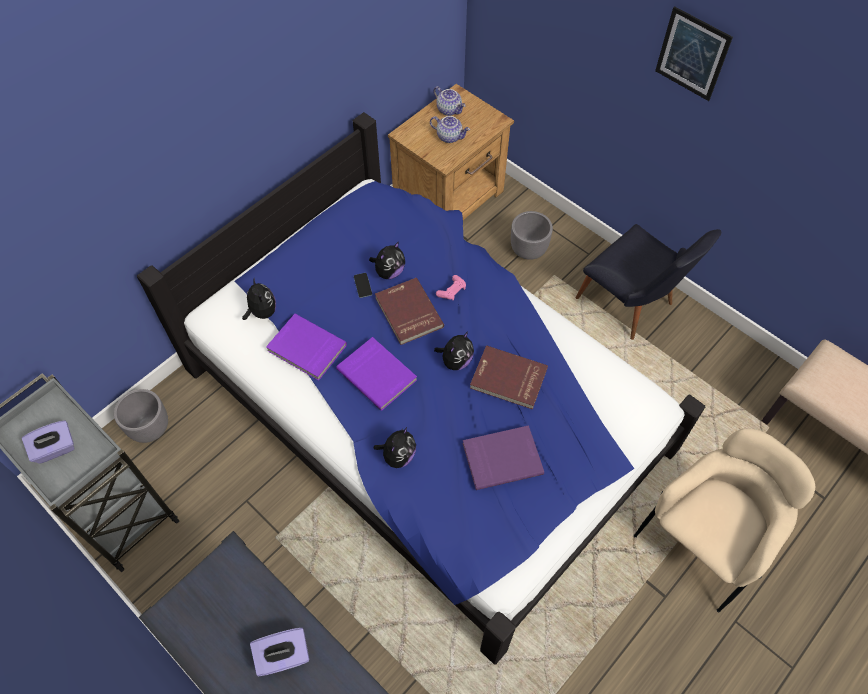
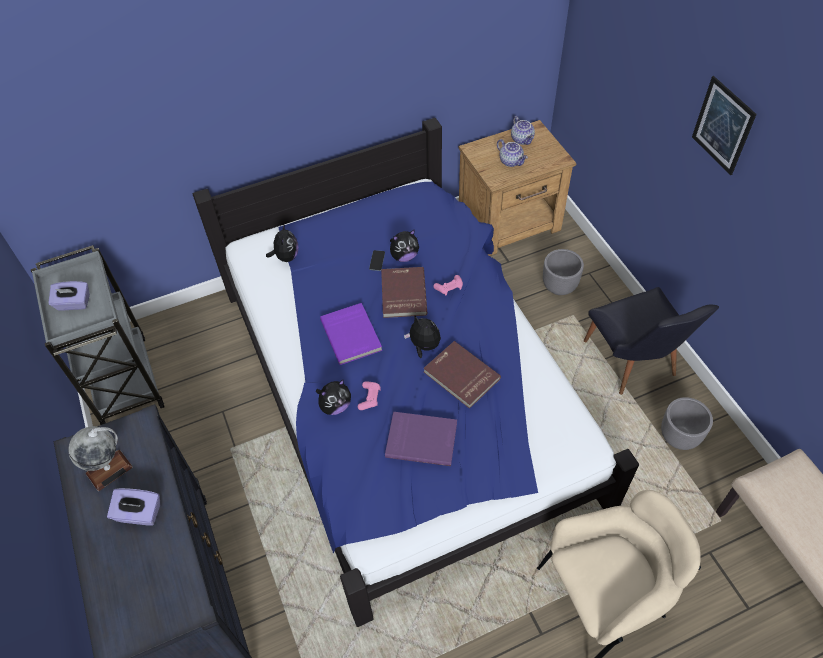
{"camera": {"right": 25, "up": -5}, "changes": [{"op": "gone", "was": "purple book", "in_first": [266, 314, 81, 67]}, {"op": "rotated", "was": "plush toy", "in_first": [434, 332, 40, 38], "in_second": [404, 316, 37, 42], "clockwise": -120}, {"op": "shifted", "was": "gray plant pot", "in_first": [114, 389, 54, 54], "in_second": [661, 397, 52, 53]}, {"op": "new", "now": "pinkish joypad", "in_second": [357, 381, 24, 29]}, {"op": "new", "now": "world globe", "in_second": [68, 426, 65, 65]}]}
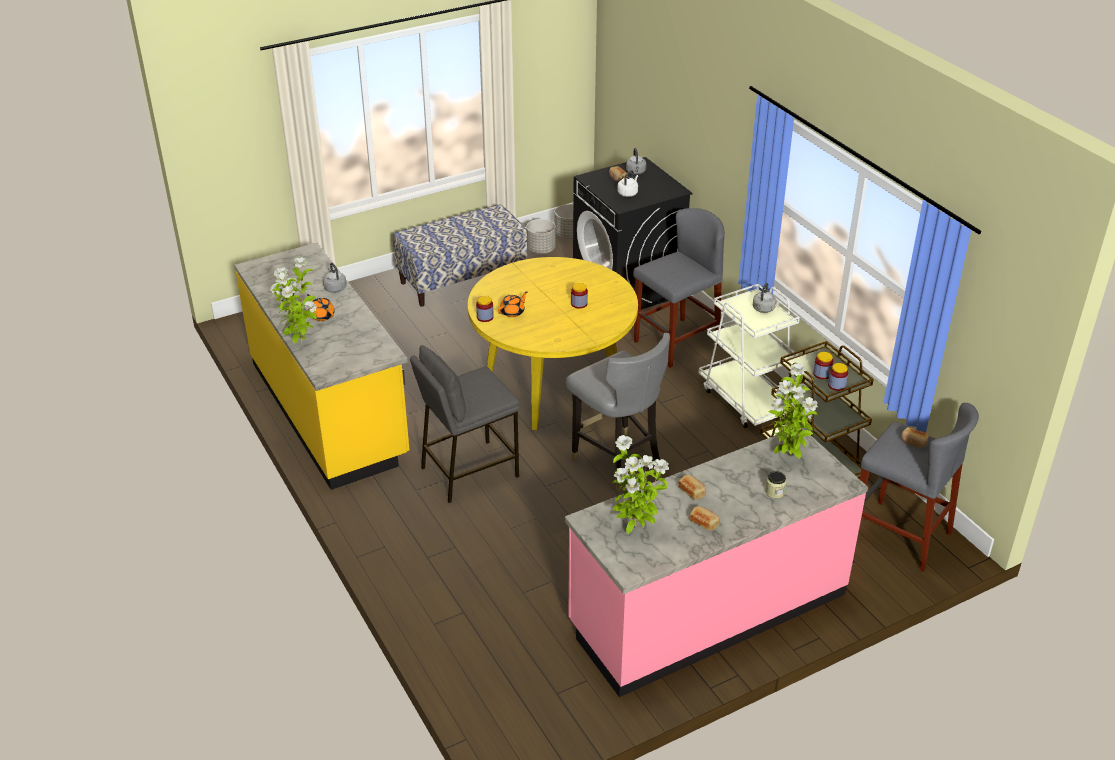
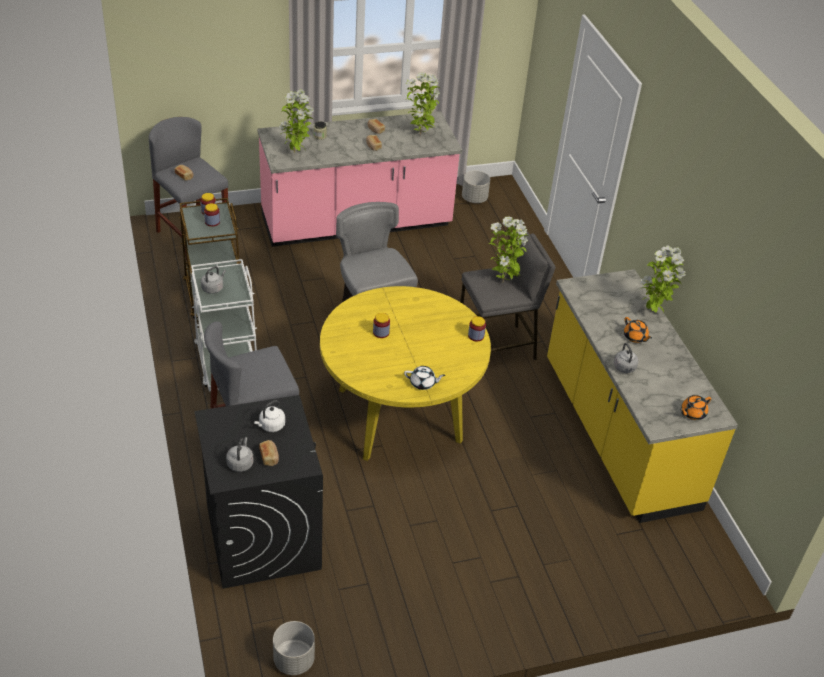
{"camera": {"right": -170, "up": 5}, "changes": [{"op": "gone", "was": "long seat", "in_first": [393, 204, 134, 103]}, {"op": "shifted", "was": "gray plant pot", "in_first": [526, 219, 30, 35], "in_second": [462, 170, 28, 33]}, {"op": "shifted", "was": "orange-coloured pot for tea", "in_first": [498, 291, 29, 26], "in_second": [680, 395, 31, 25]}, {"op": "new", "now": "plant in a pot", "in_second": [489, 216, 40, 66]}, {"op": "new", "now": "whitish pot for tea", "in_second": [404, 366, 41, 24]}]}
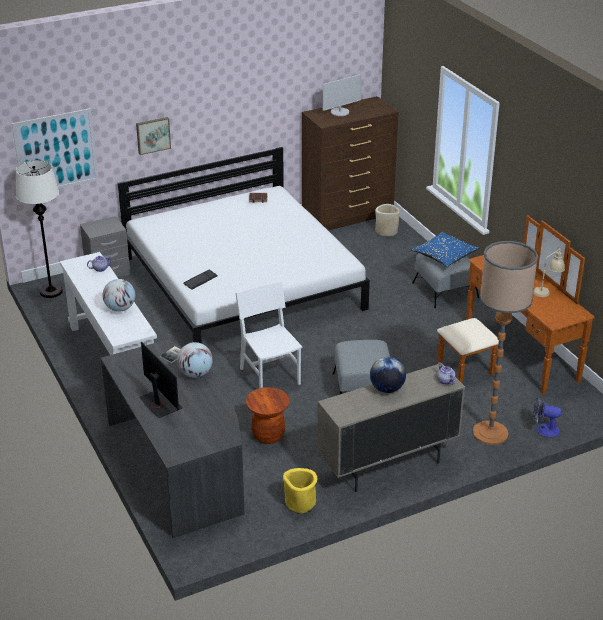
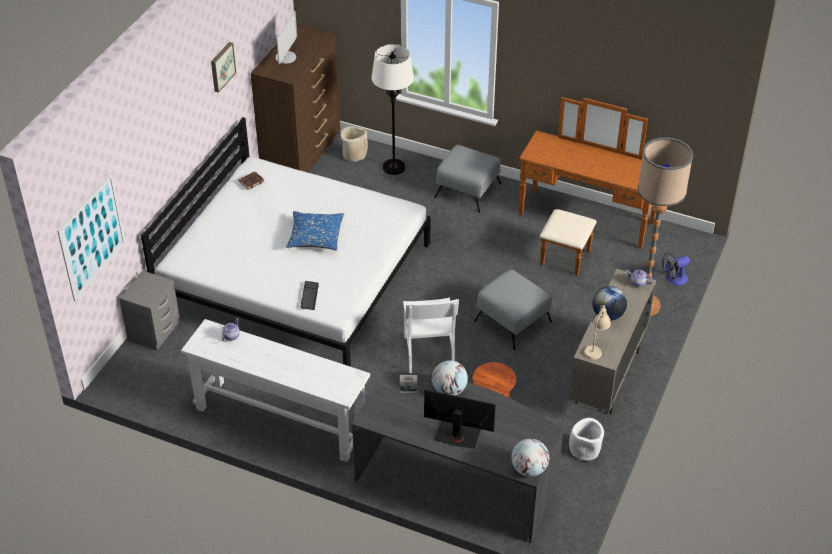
{"camera": {"right": -40, "up": 10}, "changes": [{"op": "shifted", "was": "wall picture", "in_first": [136, 117, 35, 38], "in_second": [211, 42, 25, 51]}, {"op": "shifted", "was": "whitish standard lamp", "in_first": [16, 160, 47, 138], "in_second": [371, 44, 43, 131]}, {"op": "shifted", "was": "bluish throw pillow", "in_first": [411, 232, 68, 35], "in_second": [286, 211, 58, 39]}, {"op": "shifted", "was": "beige table lamp", "in_first": [533, 247, 32, 50], "in_second": [584, 305, 27, 55]}, {"op": "shifted", "was": "world globe", "in_first": [102, 279, 33, 33], "in_second": [511, 439, 38, 38]}, {"op": "rotated", "was": "whitish upright chair", "in_first": [236, 281, 67, 107], "in_second": [403, 297, 56, 76], "clockwise": -120}, {"op": "repainted", "was": "yellow-coloured plant pot", "now": "whitish plant pot", "in_first": [283, 468, 34, 45], "in_second": [569, 418, 35, 43]}]}
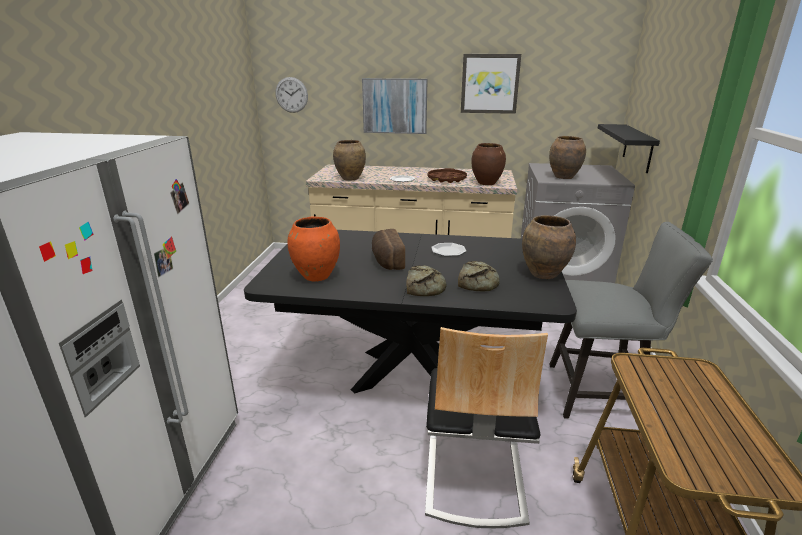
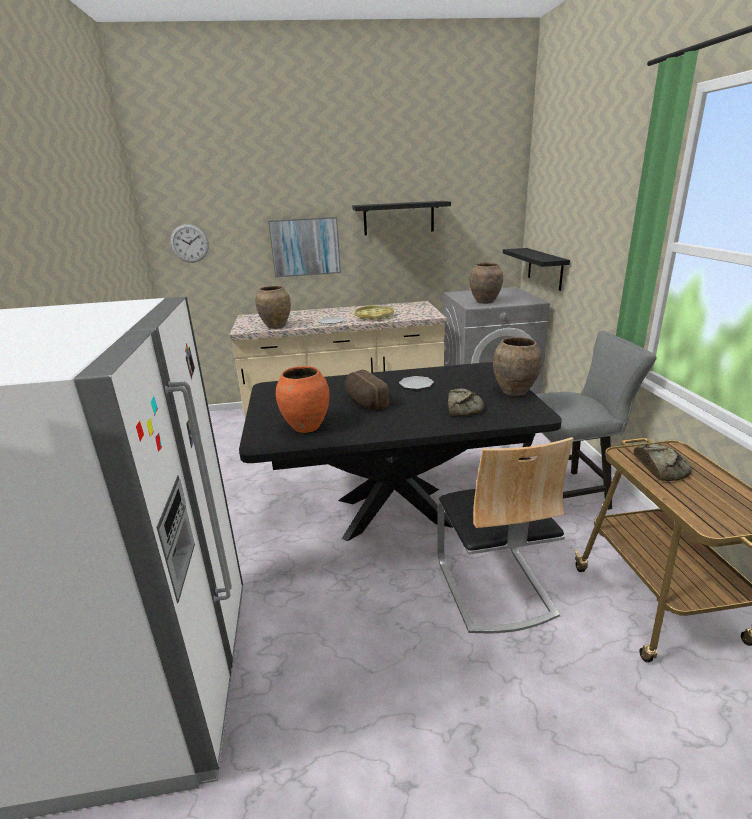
{"camera": {"right": -15, "up": 0}, "changes": [{"op": "swapped", "was": "wall picture", "now": "black-coloured wall shelf", "in_first": [461, 54, 60, 60], "in_second": [352, 201, 99, 34]}, {"op": "gone", "was": "brown-coloured decorative vase", "in_first": [471, 143, 35, 42]}, {"op": "repainted", "was": "brown-coloured carrying tray", "now": "yellow-coloured carrying tray", "in_first": [427, 168, 40, 15], "in_second": [354, 305, 40, 15]}, {"op": "shifted", "was": "baked bread", "in_first": [406, 265, 40, 31], "in_second": [634, 443, 57, 38]}]}
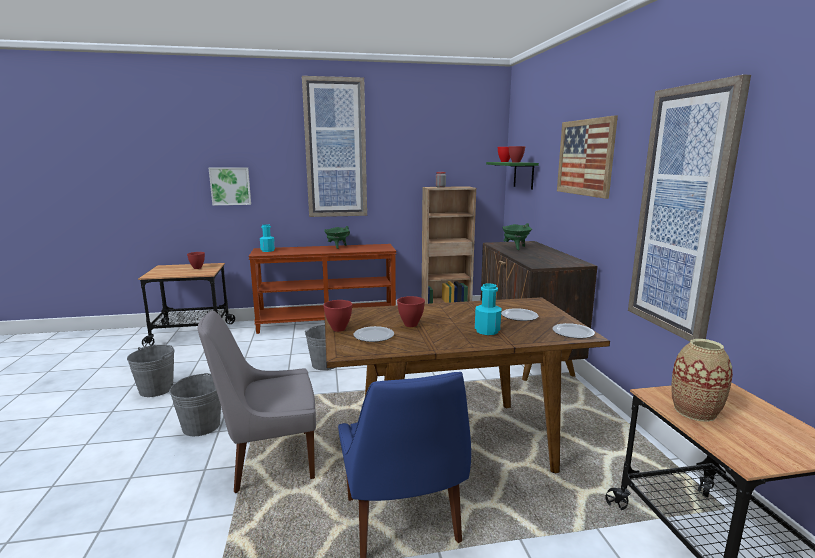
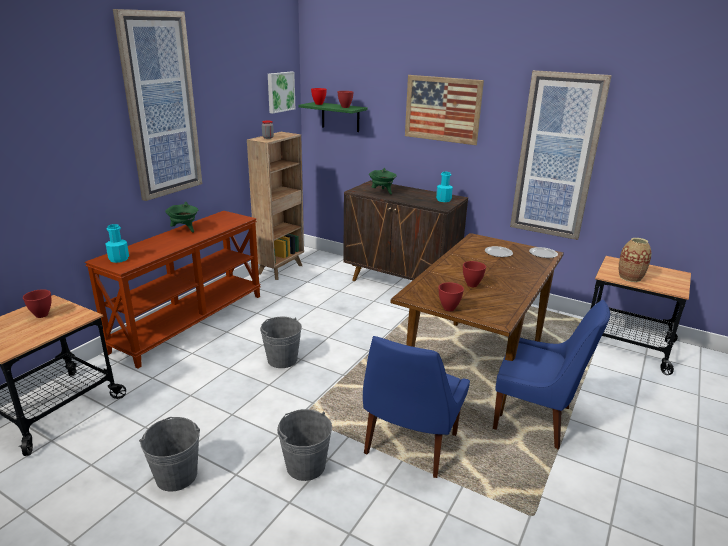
{"camera": {"right": -50, "up": 10}, "changes": [{"op": "shifted", "was": "wall picture", "in_first": [209, 167, 42, 38], "in_second": [268, 72, 27, 41]}, {"op": "shifted", "was": "turquoise bottle", "in_first": [475, 283, 26, 52], "in_second": [436, 172, 17, 30]}, {"op": "repainted", "was": "gray upright chair", "now": "bluish upright chair", "in_first": [198, 310, 118, 183], "in_second": [363, 336, 107, 142]}, {"op": "gone", "was": "dinner plate", "in_first": [354, 326, 40, 16]}]}
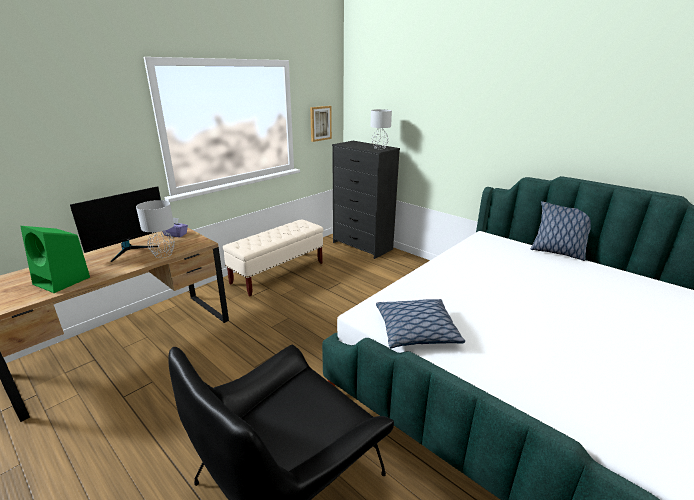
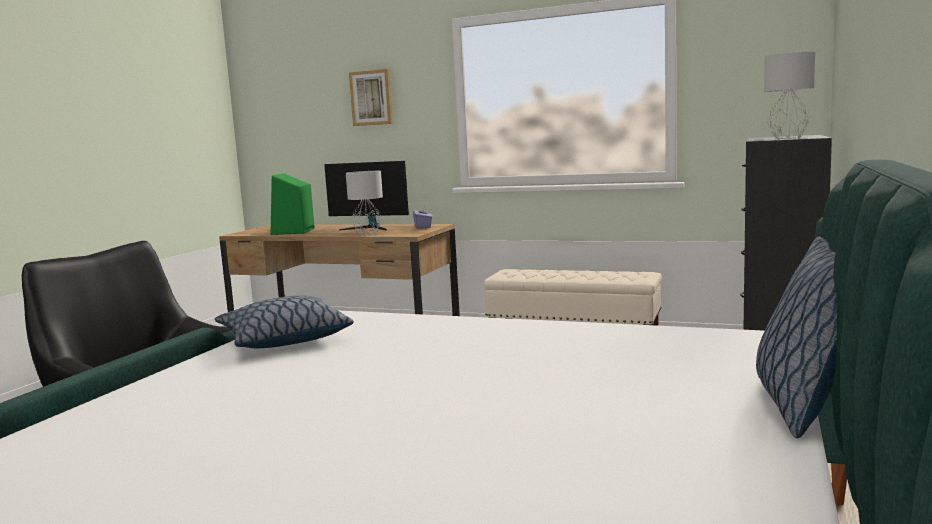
{"camera": {"right": 70, "up": -15}, "changes": [{"op": "shifted", "was": "wall picture", "in_first": [310, 106, 22, 36], "in_second": [349, 69, 44, 57]}]}
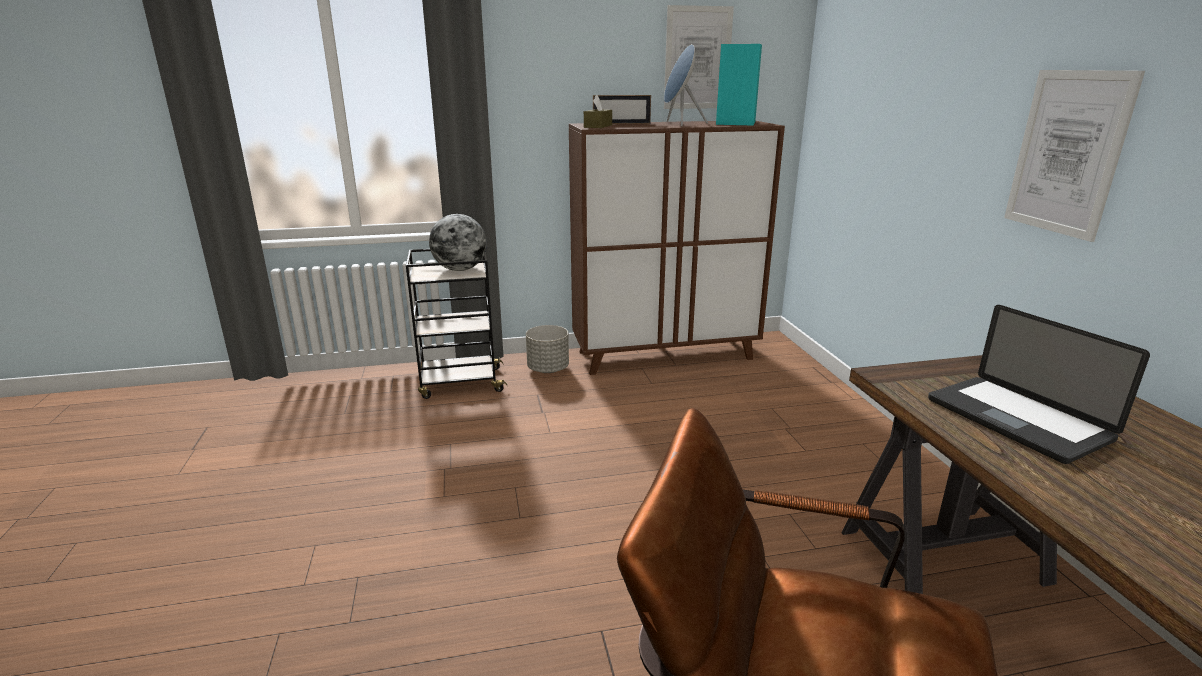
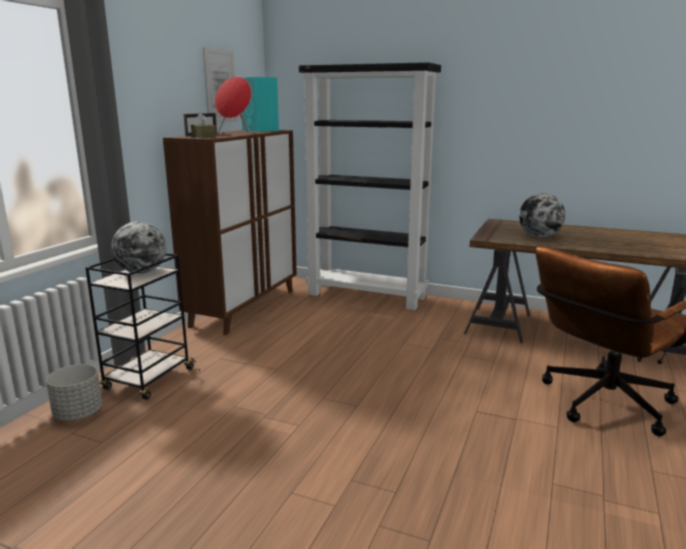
{"camera": {"right": -55, "up": -5}, "changes": [{"op": "repainted", "was": "bluish speaker", "now": "red speaker", "in_first": [664, 44, 44, 82], "in_second": [215, 77, 37, 57]}, {"op": "gone", "was": "wall picture", "in_first": [1004, 70, 141, 172]}, {"op": "swapped", "was": "laptop", "now": "world globe", "in_first": [928, 305, 222, 159], "in_second": [519, 193, 46, 44]}, {"op": "shifted", "was": "gray plant pot", "in_first": [526, 325, 43, 48], "in_second": [46, 364, 56, 57]}, {"op": "new", "now": "black-coloured shelving unit", "in_second": [299, 62, 142, 248]}]}
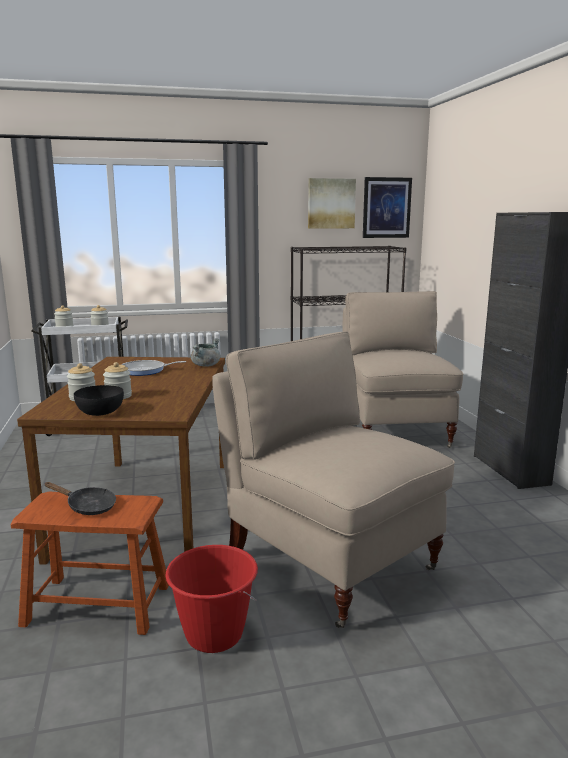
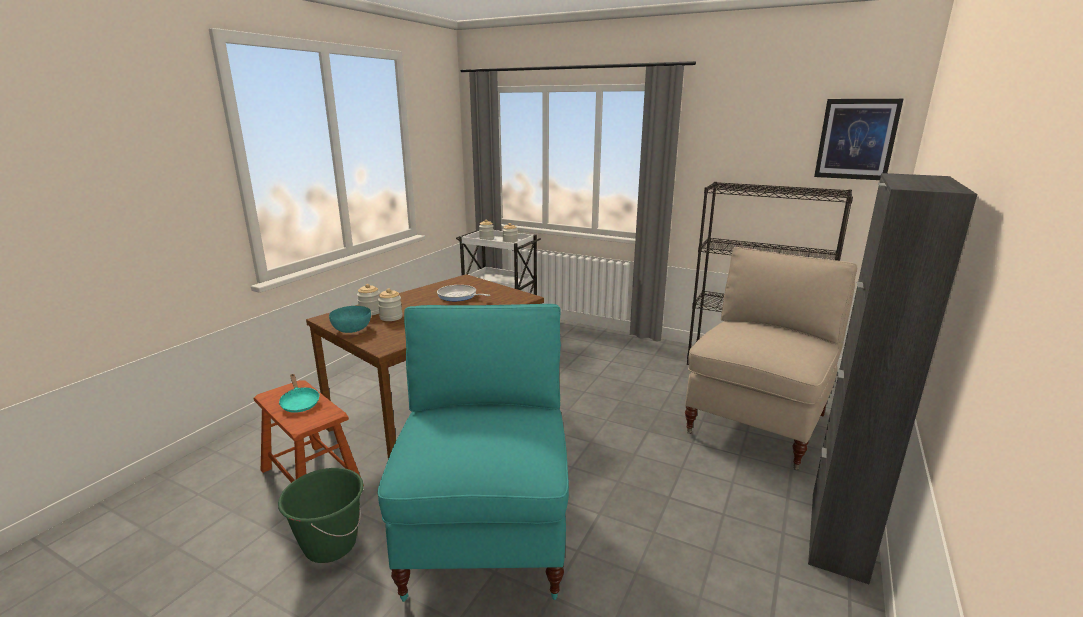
{"camera": {"right": 40, "up": 5}, "changes": [{"op": "gone", "was": "wall picture", "in_first": [308, 178, 48, 51]}, {"op": "repainted", "was": "beige upright chair", "now": "turquoise upright chair", "in_first": [212, 331, 243, 297], "in_second": [378, 304, 191, 298]}, {"op": "gone", "was": "gray cooking pot", "in_first": [191, 338, 29, 29]}, {"op": "repainted", "was": "black-coloured bowl", "now": "turquoise bowl", "in_first": [74, 385, 50, 31], "in_second": [329, 306, 42, 27]}, {"op": "repainted", "was": "black-coloured frying pan", "now": "turquoise frying pan", "in_first": [45, 482, 71, 33], "in_second": [278, 374, 42, 39]}, {"op": "repainted", "was": "red pail", "now": "green-coloured pail", "in_first": [166, 545, 92, 108], "in_second": [278, 468, 86, 95]}]}
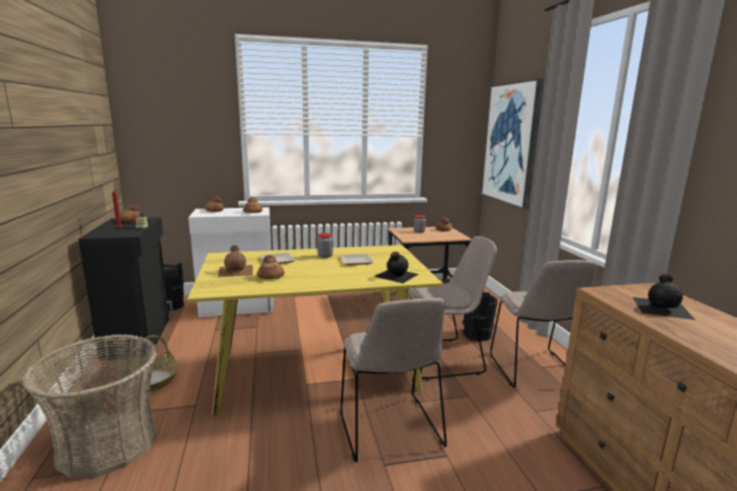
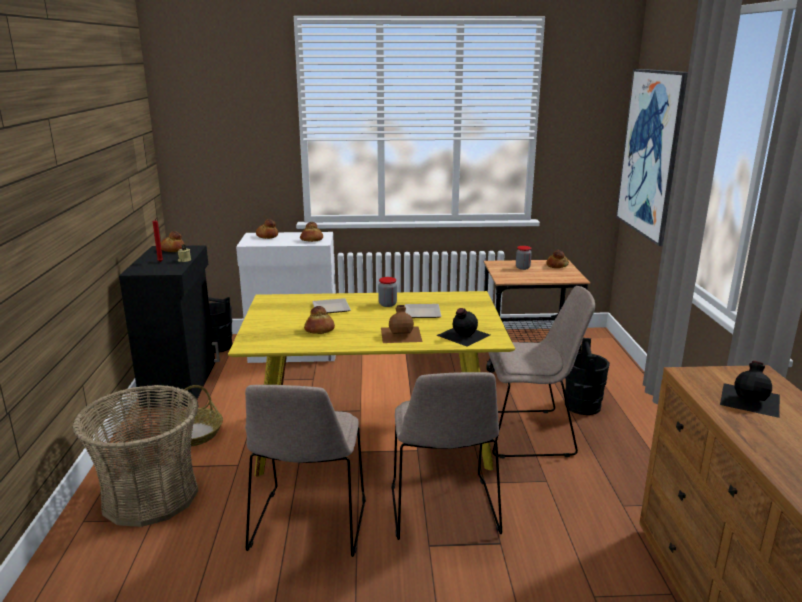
{"camera": {"right": 10, "up": 5}, "changes": [{"op": "shifted", "was": "brown-coloured bottle", "in_first": [218, 246, 35, 31], "in_second": [381, 305, 41, 38]}, {"op": "shifted", "was": "beige upright chair", "in_first": [490, 260, 107, 128], "in_second": [245, 385, 121, 172]}]}
